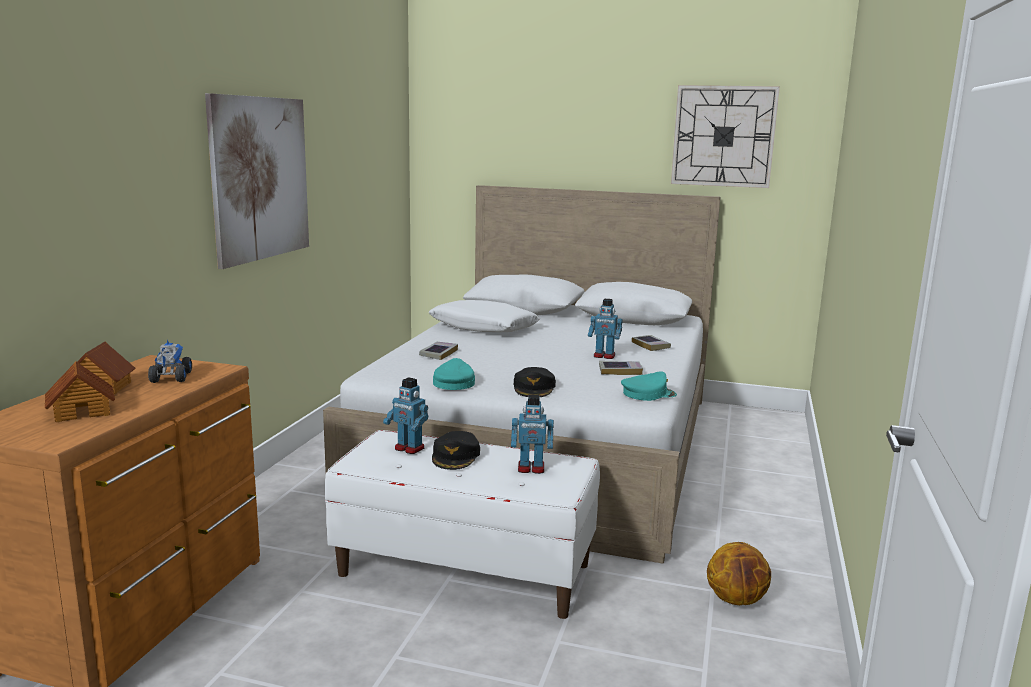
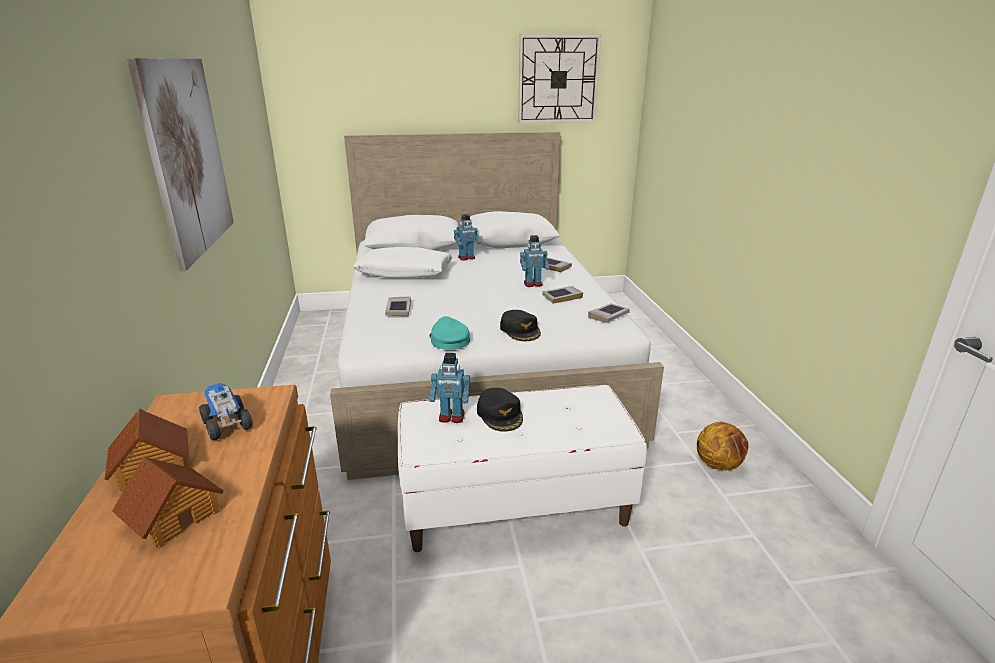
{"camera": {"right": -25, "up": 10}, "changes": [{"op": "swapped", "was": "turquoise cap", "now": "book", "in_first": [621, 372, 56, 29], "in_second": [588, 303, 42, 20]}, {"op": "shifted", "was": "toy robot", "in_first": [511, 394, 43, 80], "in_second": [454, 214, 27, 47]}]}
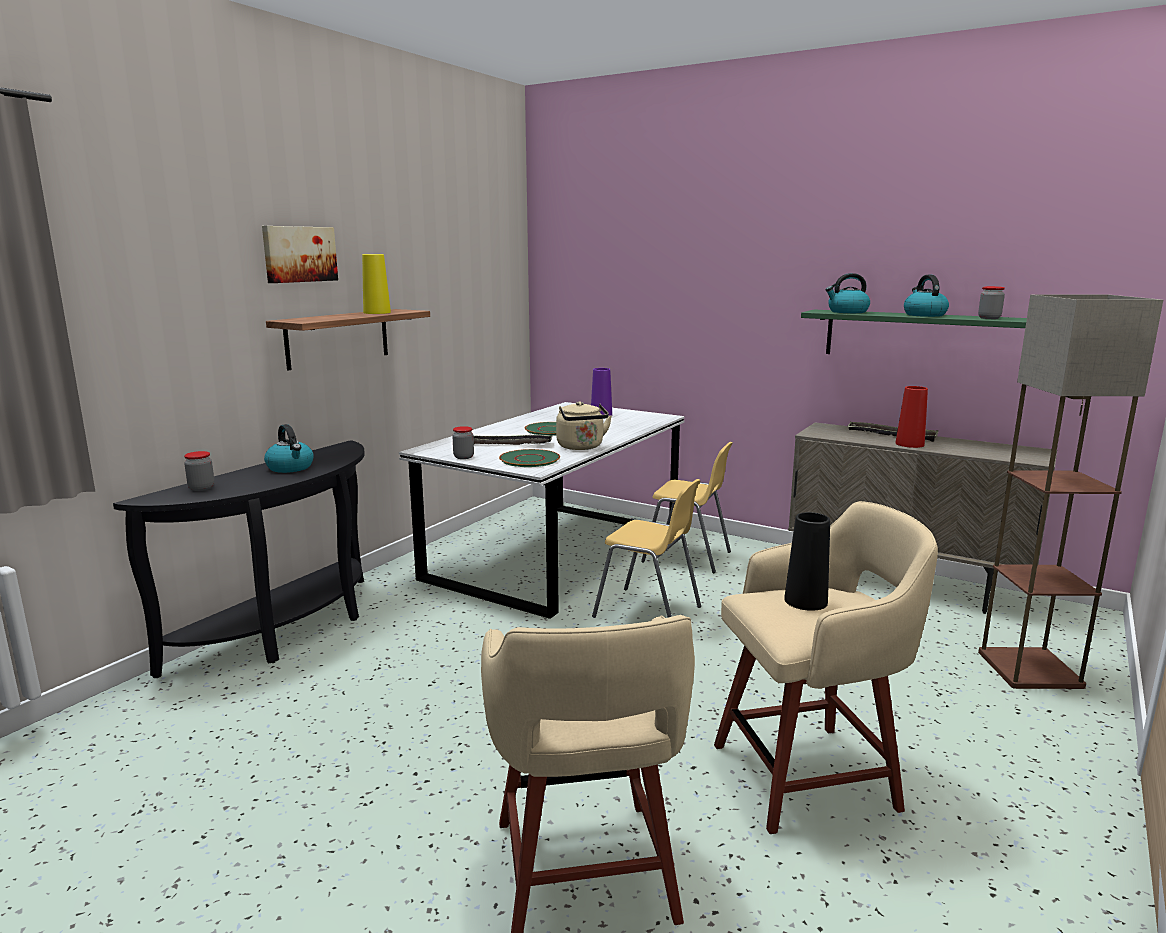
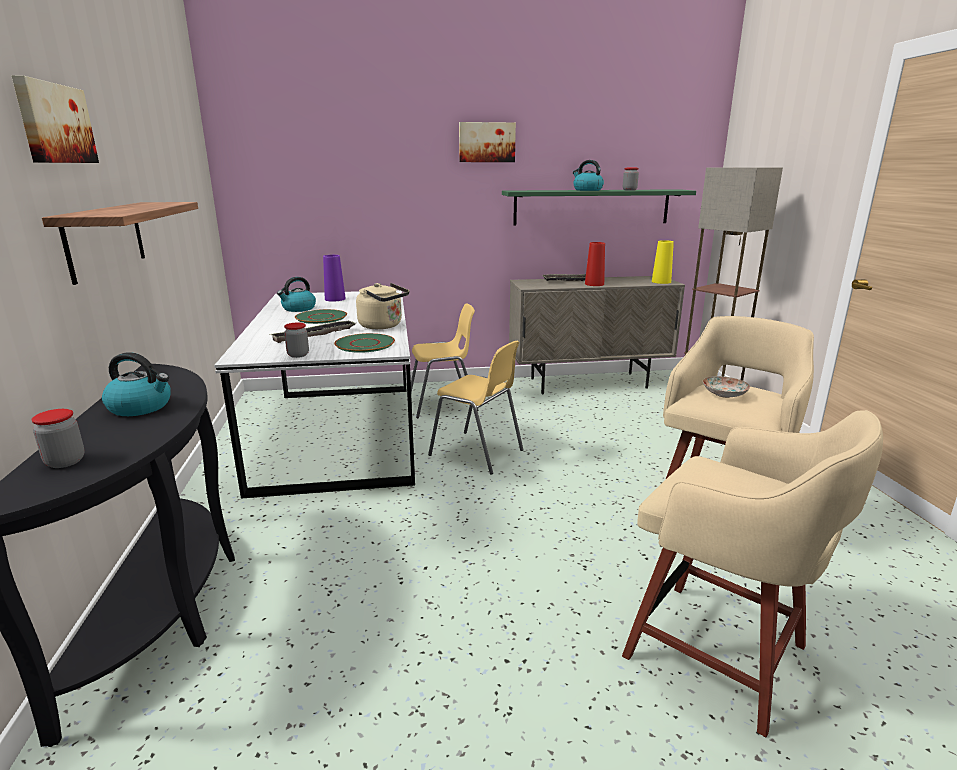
{"camera": {"right": -40, "up": 5}, "changes": [{"op": "shifted", "was": "yellow-coloured decorative vase", "in_first": [362, 254, 29, 60], "in_second": [652, 240, 22, 44]}, {"op": "shifted", "was": "water kettle", "in_first": [825, 273, 45, 40], "in_second": [277, 277, 39, 35]}, {"op": "rotated", "was": "yellow-coloured upright chair", "in_first": [592, 479, 109, 139], "in_second": [428, 341, 95, 133], "clockwise": 45}, {"op": "swapped", "was": "black-coloured decorative vase", "now": "dinner plate", "in_first": [784, 512, 46, 99], "in_second": [703, 376, 47, 22]}, {"op": "new", "now": "wall picture", "in_second": [459, 122, 57, 40]}]}
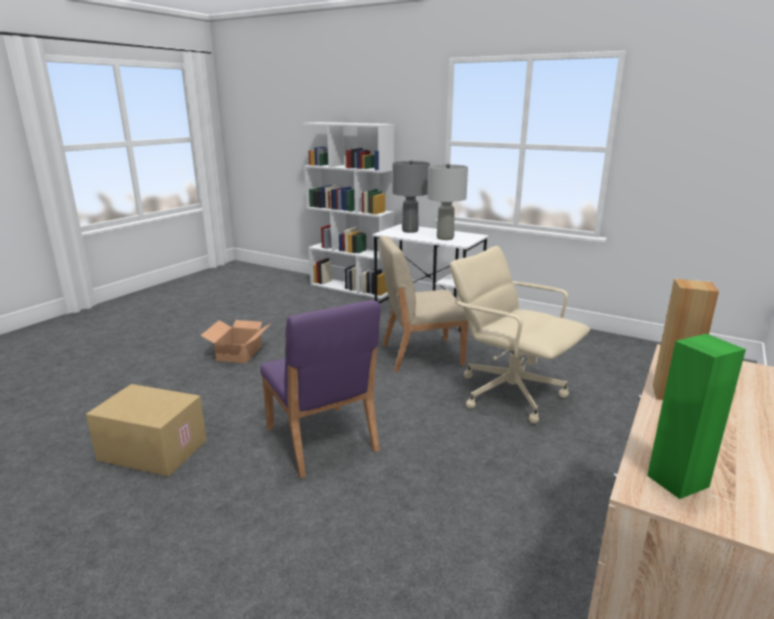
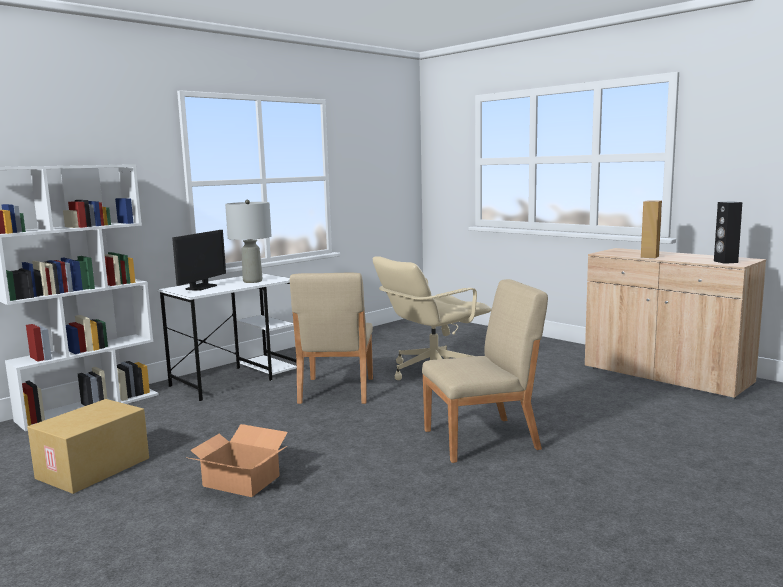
{"camera": {"right": -75, "up": -10}, "changes": [{"op": "swapped", "was": "gray table lamp", "now": "computer screen", "in_first": [392, 160, 38, 73], "in_second": [172, 230, 54, 61]}, {"op": "repainted", "was": "purple upright chair", "now": "beige upright chair", "in_first": [260, 300, 120, 178], "in_second": [422, 279, 126, 184]}, {"op": "repainted", "was": "green-coloured speaker", "now": "black-coloured speaker", "in_first": [647, 334, 99, 165], "in_second": [714, 201, 28, 63]}, {"op": "shifted", "was": "cardboard box", "in_first": [86, 384, 121, 92], "in_second": [27, 399, 122, 95]}]}
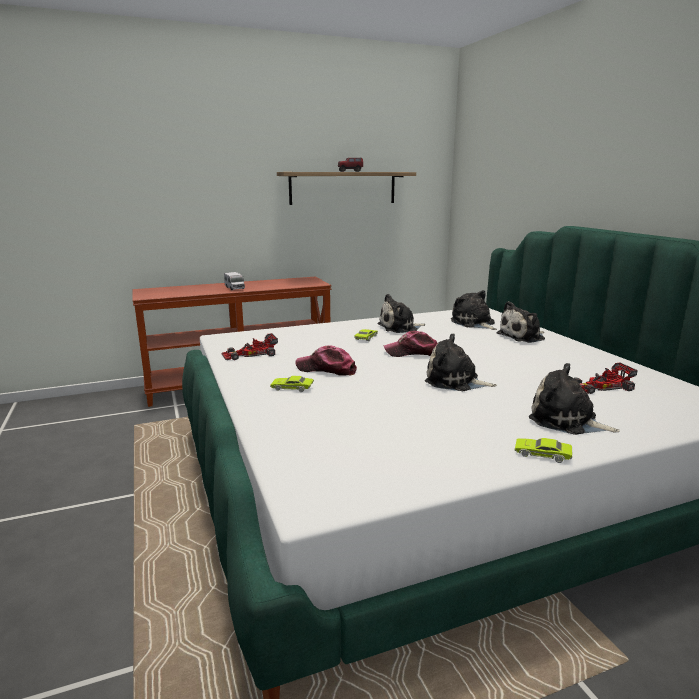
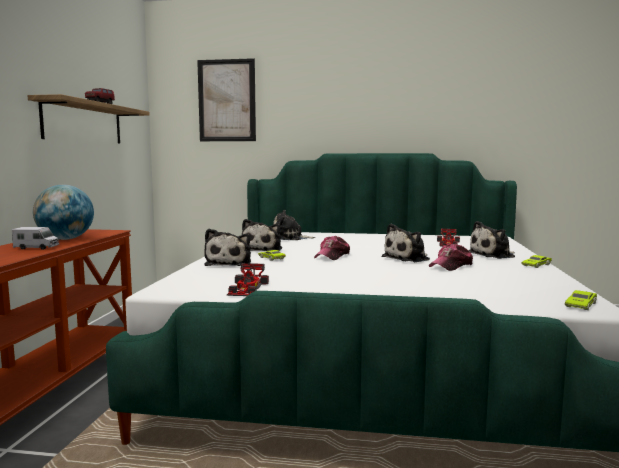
{"camera": {"right": -60, "up": -10}, "changes": [{"op": "shifted", "was": "plush toy", "in_first": [496, 301, 49, 42], "in_second": [204, 229, 47, 37]}, {"op": "shifted", "was": "cap", "in_first": [296, 346, 61, 30], "in_second": [429, 244, 44, 27]}, {"op": "shifted", "was": "green-coloured miniature car", "in_first": [270, 376, 44, 16], "in_second": [565, 290, 32, 20]}, {"op": "new", "now": "wall picture", "in_second": [197, 58, 59, 83]}, {"op": "new", "now": "world globe", "in_second": [33, 185, 61, 55]}]}
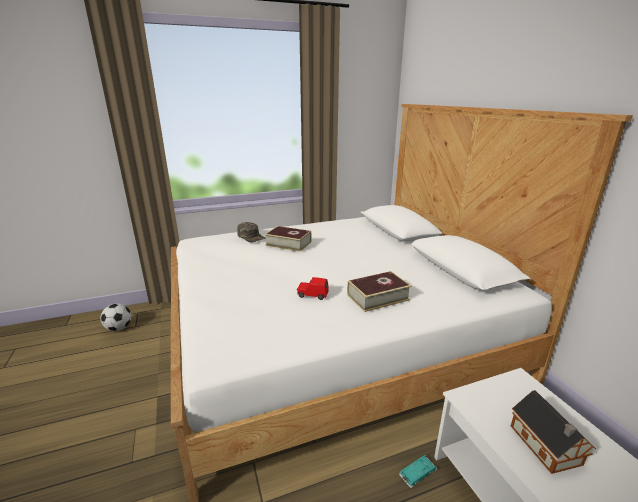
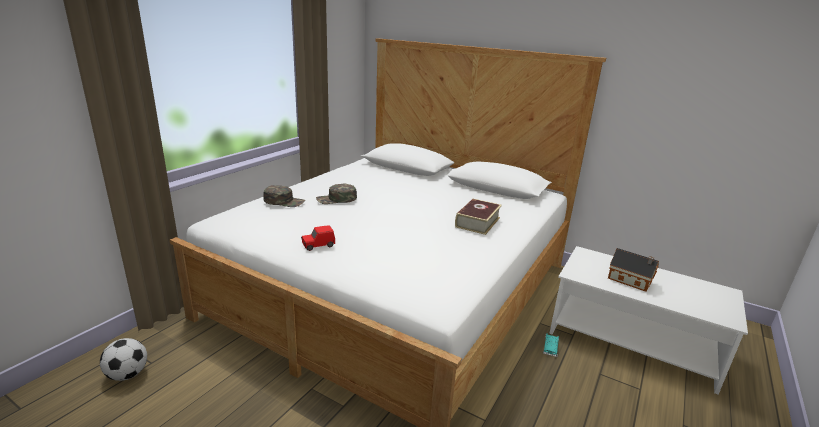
{"camera": {"right": -40, "up": 0}, "changes": [{"op": "swapped", "was": "book", "now": "green-coloured cap", "in_first": [264, 226, 48, 26], "in_second": [316, 183, 41, 21]}, {"op": "shifted", "was": "red miniature car", "in_first": [297, 277, 32, 23], "in_second": [301, 225, 34, 26]}]}
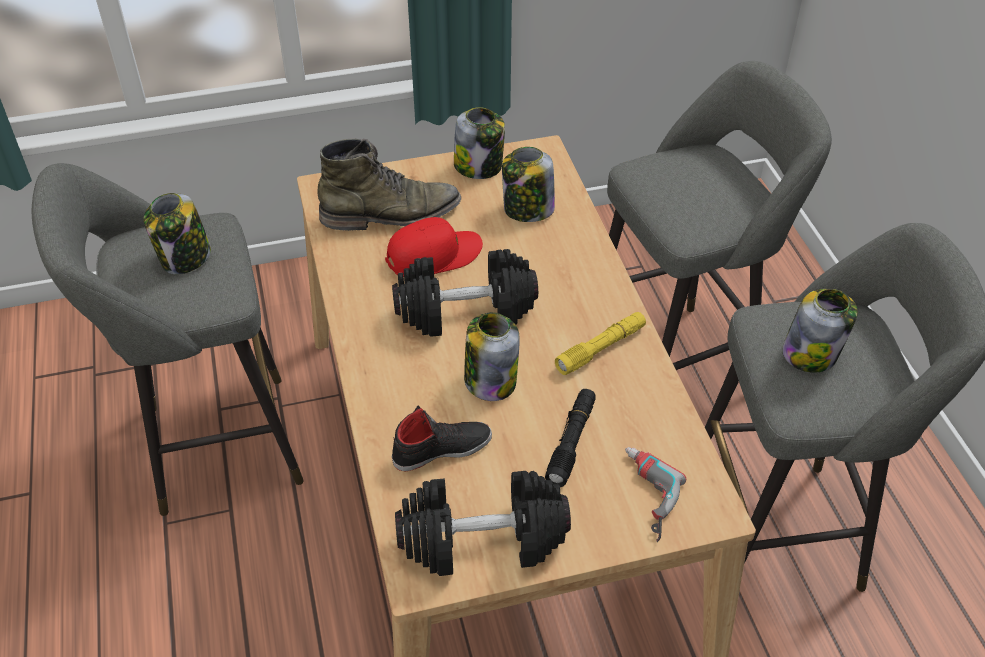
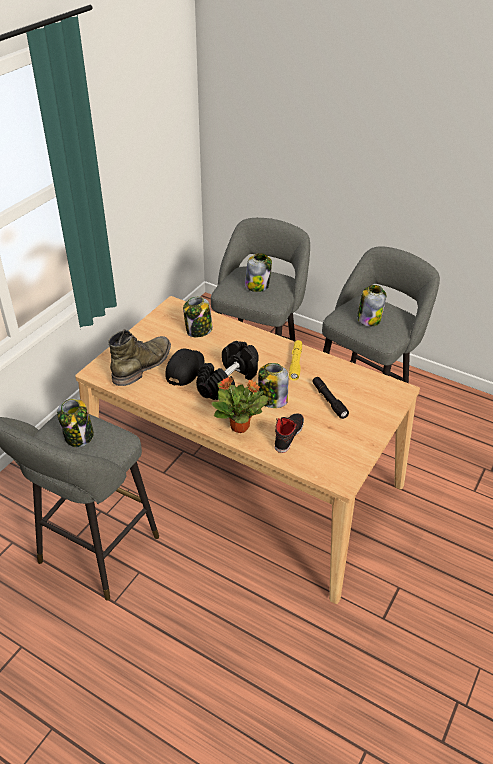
{"camera": {"right": -45, "up": -5}, "changes": [{"op": "shifted", "was": "jar", "in_first": [454, 107, 51, 72], "in_second": [245, 253, 27, 39]}, {"op": "repainted", "was": "red cap", "now": "black-coloured cap", "in_first": [385, 217, 98, 60], "in_second": [165, 349, 40, 37]}, {"op": "gone", "was": "electric drill", "in_first": [625, 447, 61, 95]}, {"op": "gone", "was": "black-coloured hand weight", "in_first": [395, 471, 176, 105]}, {"op": "new", "now": "plant in a pot", "in_second": [212, 376, 57, 57]}]}
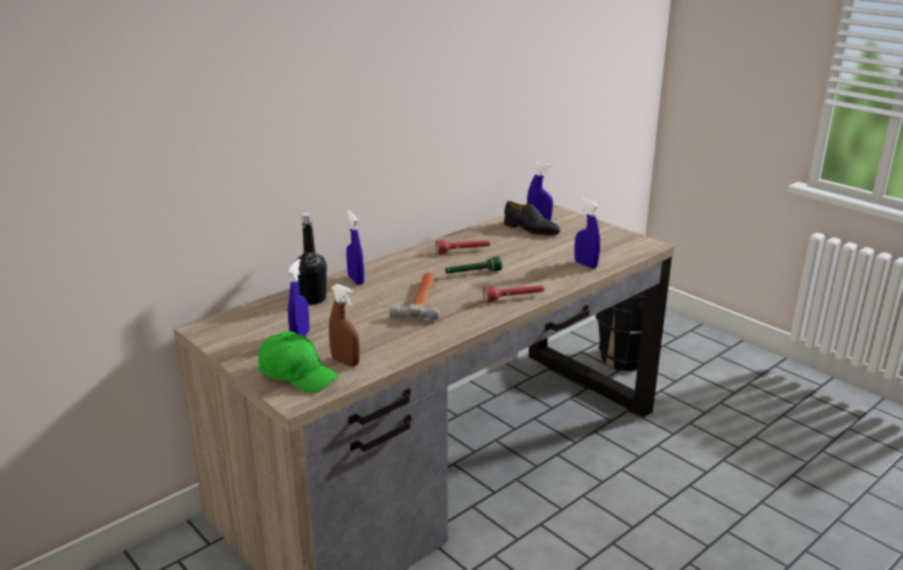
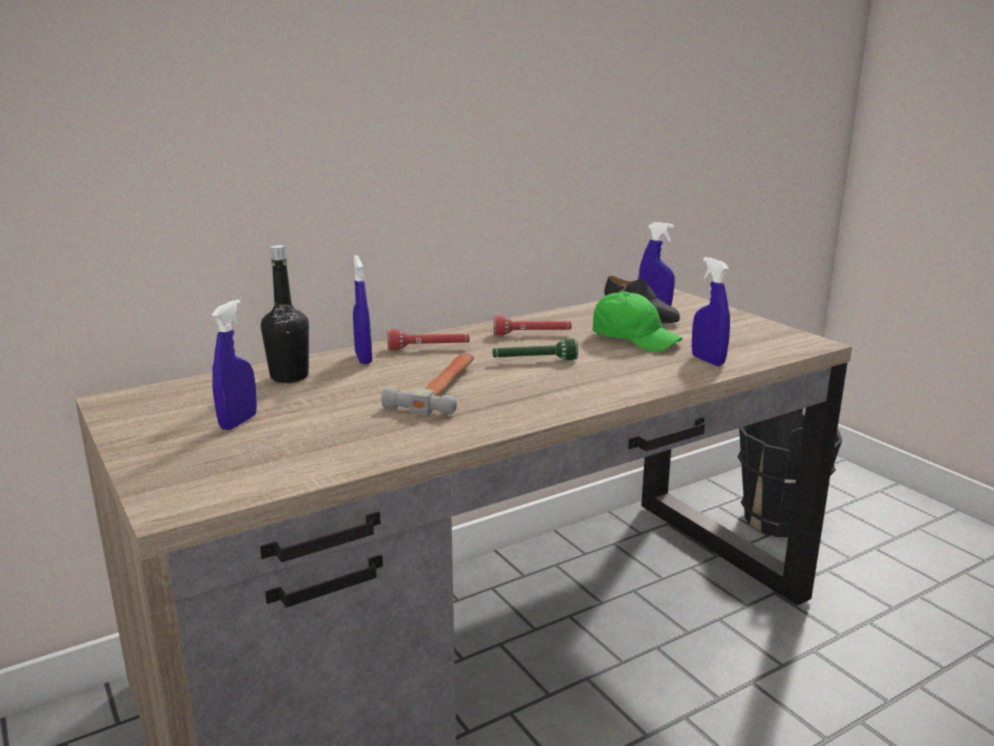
{"camera": {"right": 10, "up": -5}, "changes": [{"op": "gone", "was": "brown-coloured sprayer", "in_first": [329, 284, 31, 83]}, {"op": "shifted", "was": "red hand torch", "in_first": [483, 285, 61, 17], "in_second": [388, 329, 81, 21]}, {"op": "shifted", "was": "green-coloured cap", "in_first": [258, 331, 81, 62], "in_second": [592, 291, 91, 61]}]}
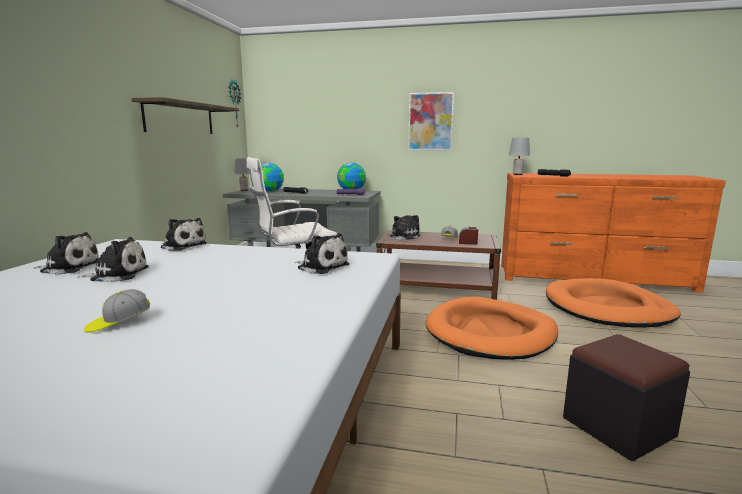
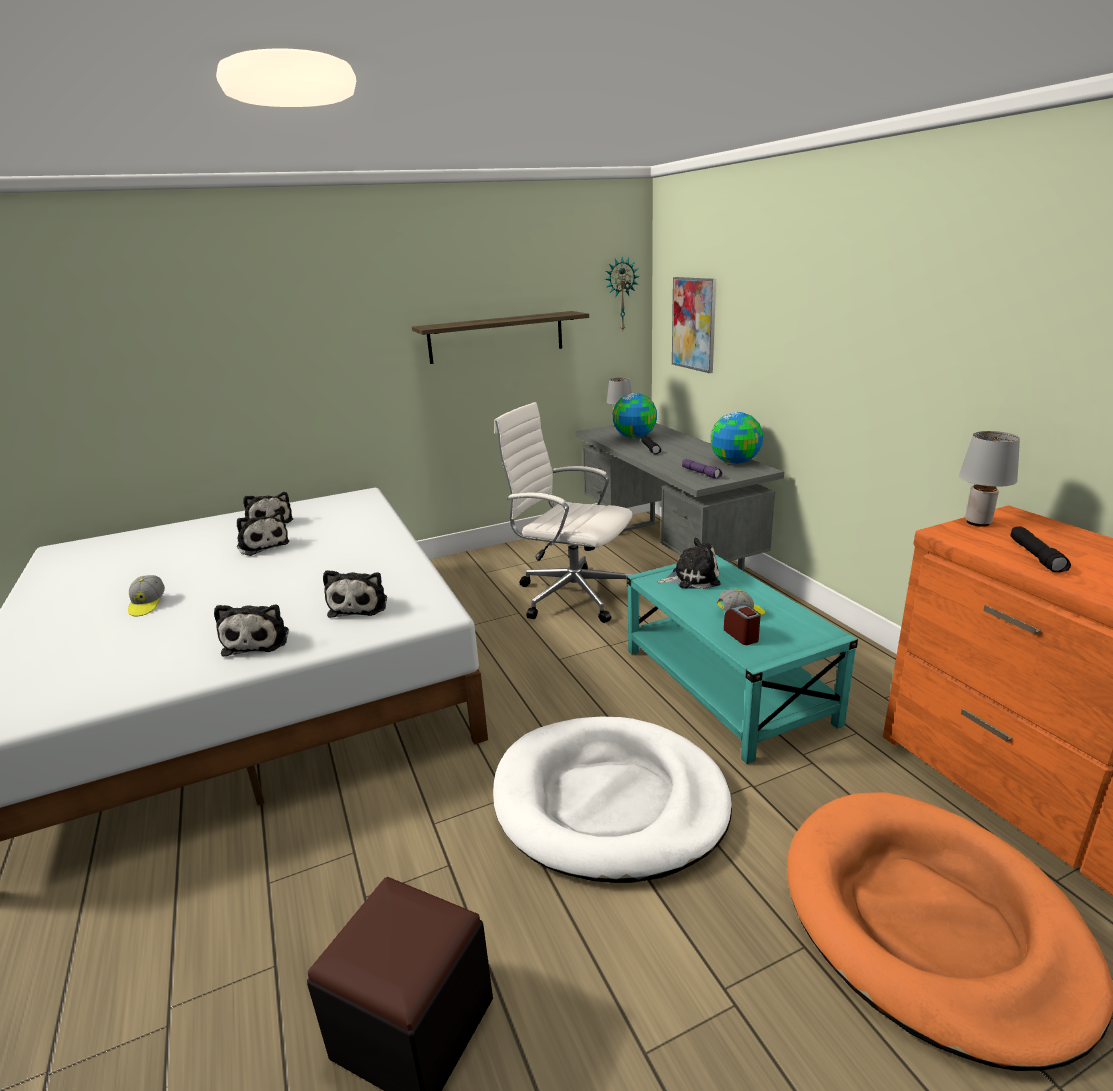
{"camera": {"right": 55, "up": 10}, "changes": [{"op": "shifted", "was": "wall picture", "in_first": [408, 92, 46, 59], "in_second": [672, 277, 44, 96]}, {"op": "shifted", "was": "plush toy", "in_first": [161, 218, 46, 33], "in_second": [214, 605, 75, 52]}, {"op": "repainted", "was": "brown-coloured coffee table", "now": "turquoise coffee table", "in_first": [376, 230, 125, 70], "in_second": [627, 554, 231, 210]}, {"op": "rotated", "was": "cap", "in_first": [84, 289, 66, 44], "in_second": [128, 575, 37, 41], "clockwise": -120}, {"op": "repainted", "was": "orange-coloured pet bed", "now": "whitish pet bed", "in_first": [426, 297, 132, 63], "in_second": [493, 717, 239, 166]}]}
